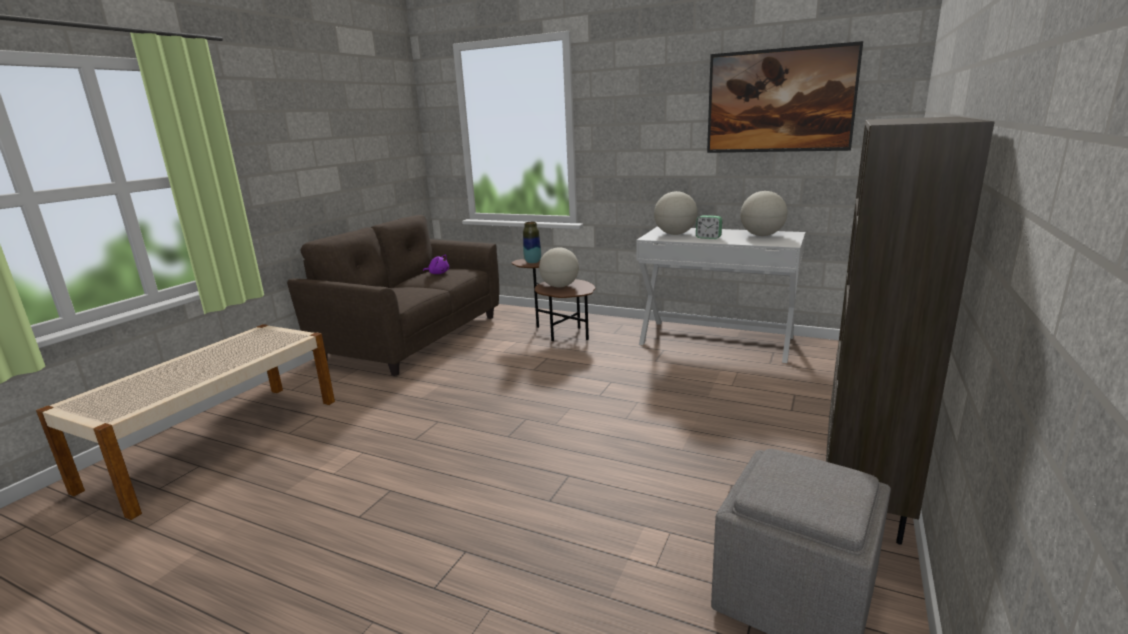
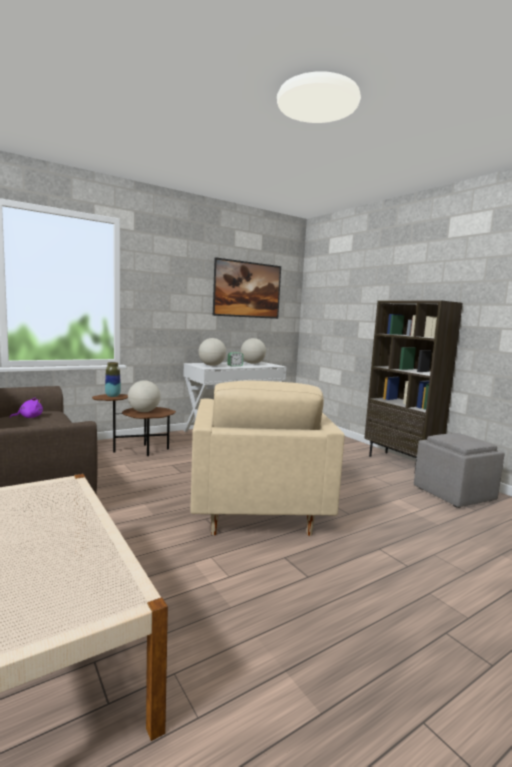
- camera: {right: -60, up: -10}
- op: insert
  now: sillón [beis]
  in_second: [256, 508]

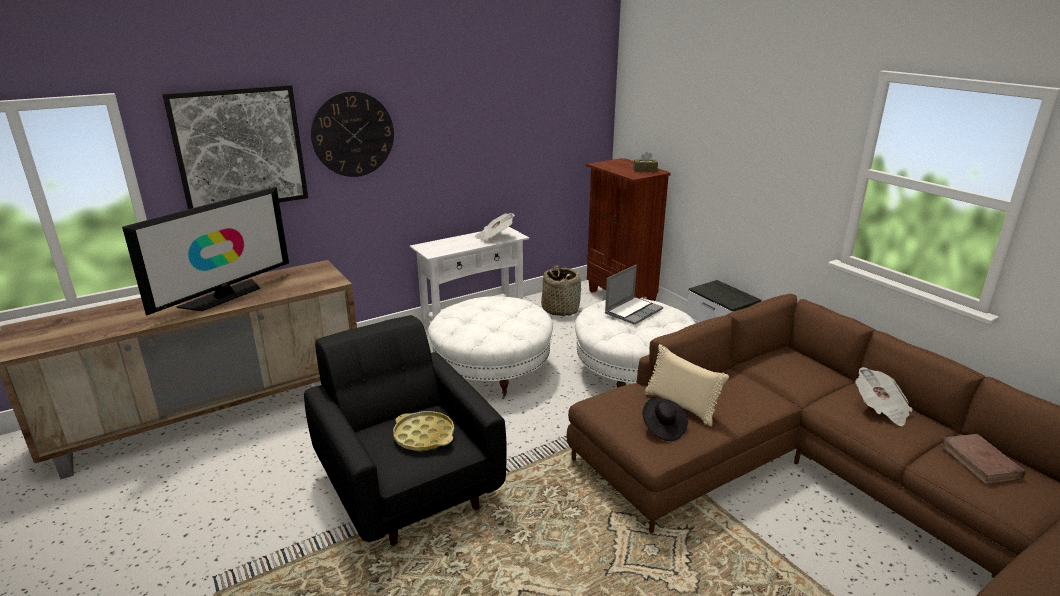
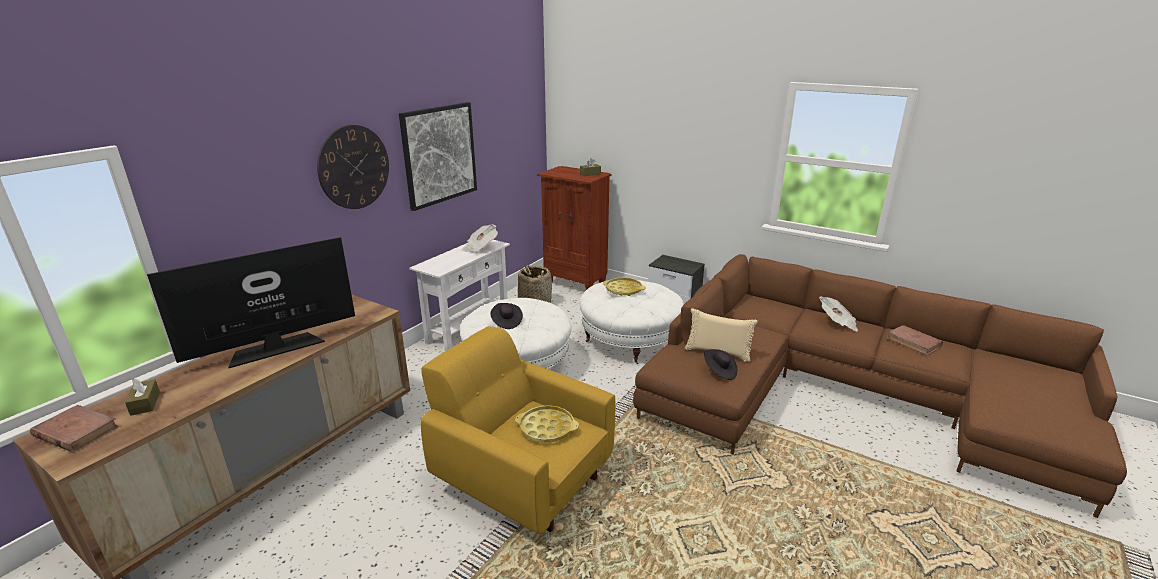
- camera: {right: -25, up: 0}
- op: insert
  now: libro [marrón]
  in_second: [76, 431]
- op: insert
  now: caja de pañuelos [marrón]
  in_second: [145, 403]
- op: rotate
  was: televisor
  in_first: [224, 296]
  in_second: [275, 348]
  clockwise: -135
- op: move
  was: cuadro
  in_first: [240, 149]
  in_second: [439, 154]
- op: recolor
  was: sillón [negro]
  now: sillón [amarillo]
  in_first: [408, 484]
  in_second: [522, 478]
- op: insert
  now: sombrero [negro]
  in_second: [506, 322]
- op: replace
  was: portátil
  now: bandeja [amarillo]
  in_first: [633, 311]
  in_second: [623, 290]

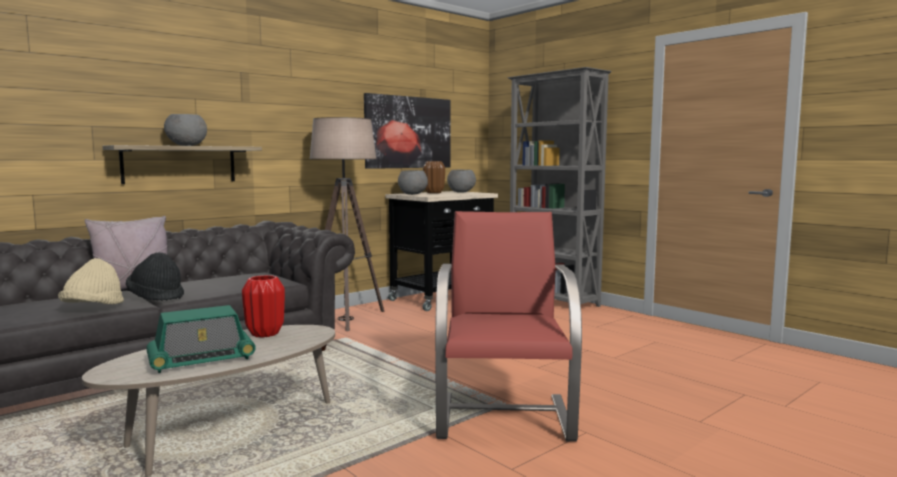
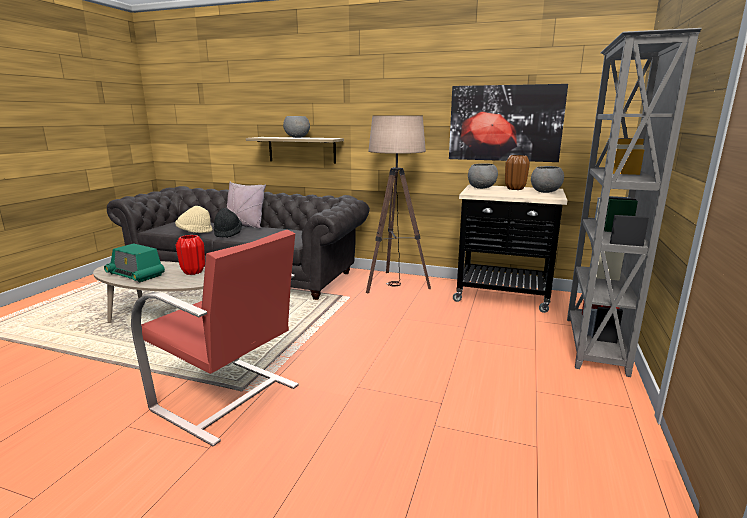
- camera: {right: 60, up: 10}
- op: rotate
  was: sillón [rojo]
  in_first: [503, 416]
  in_second: [228, 398]
  clockwise: 60

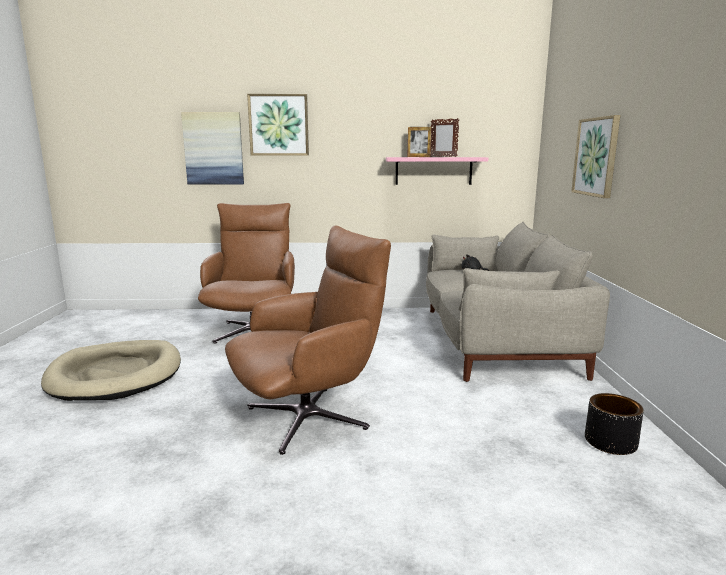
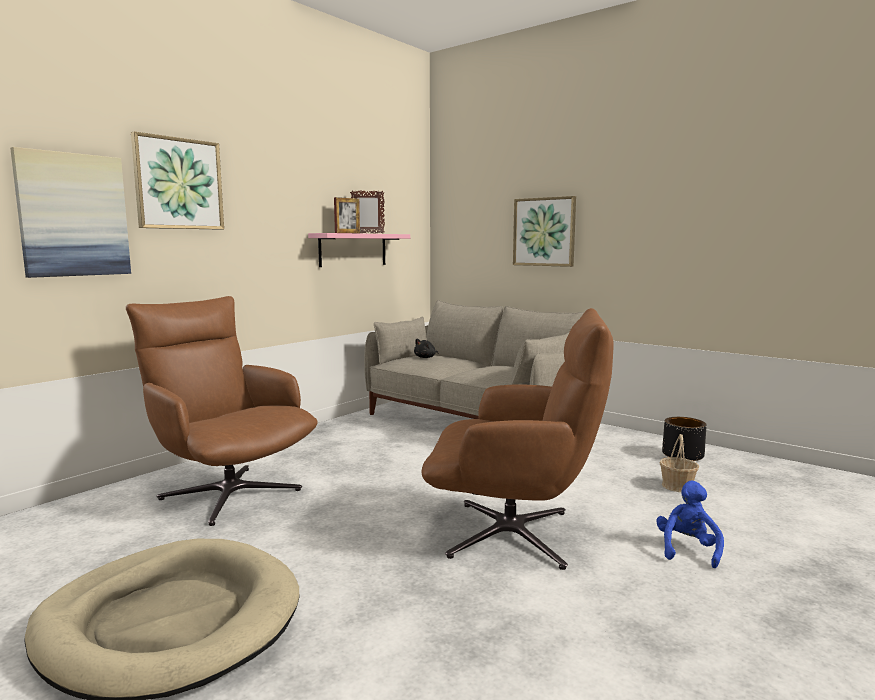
- camera: {right: -50, up: -5}
- op: rotate
  was: sillón [marrón]
  in_first: [307, 417]
  in_second: [511, 533]
  clockwise: 90
- op: insert
  now: peluche [azul]
  in_second: [687, 549]
- op: insert
  now: cesta
  in_second: [677, 486]

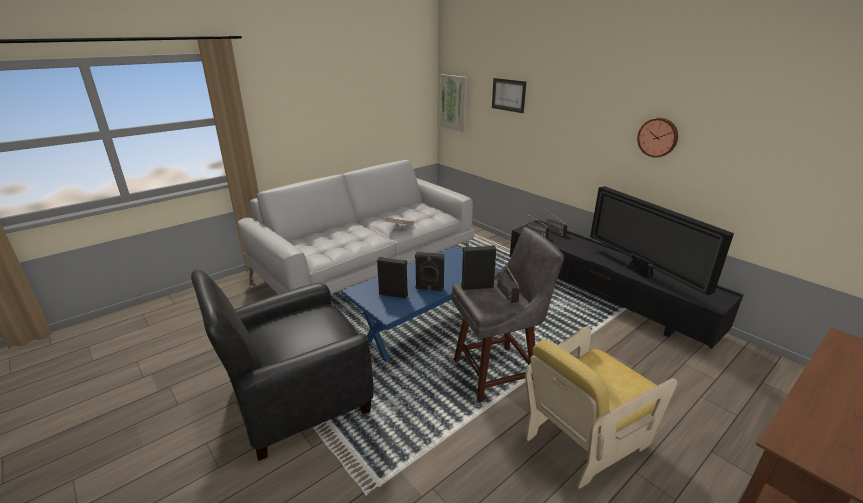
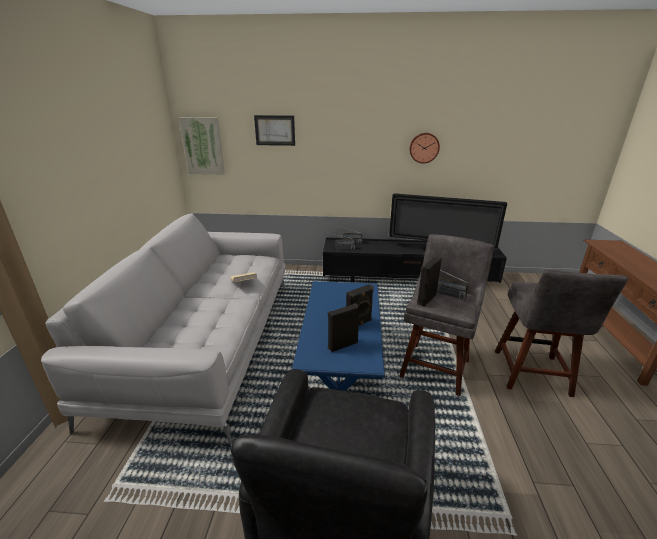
- camera: {right: -45, up: 0}
- op: replace
  was: sillón [amarillo]
  now: taburete [gris]
  in_first: [584, 439]
  in_second: [532, 374]

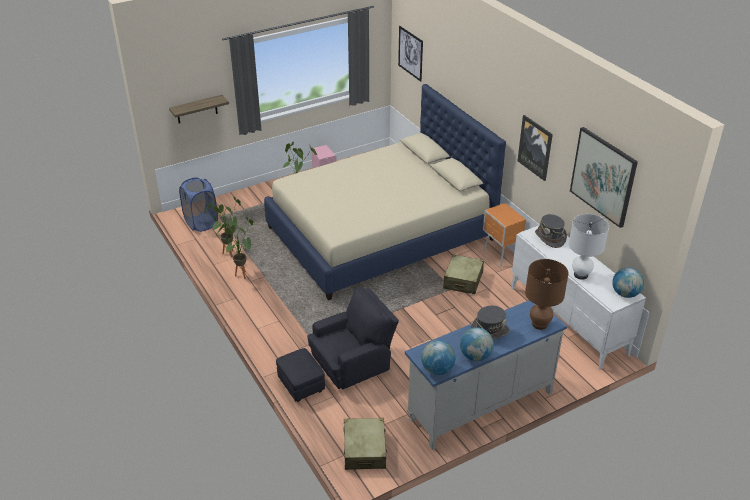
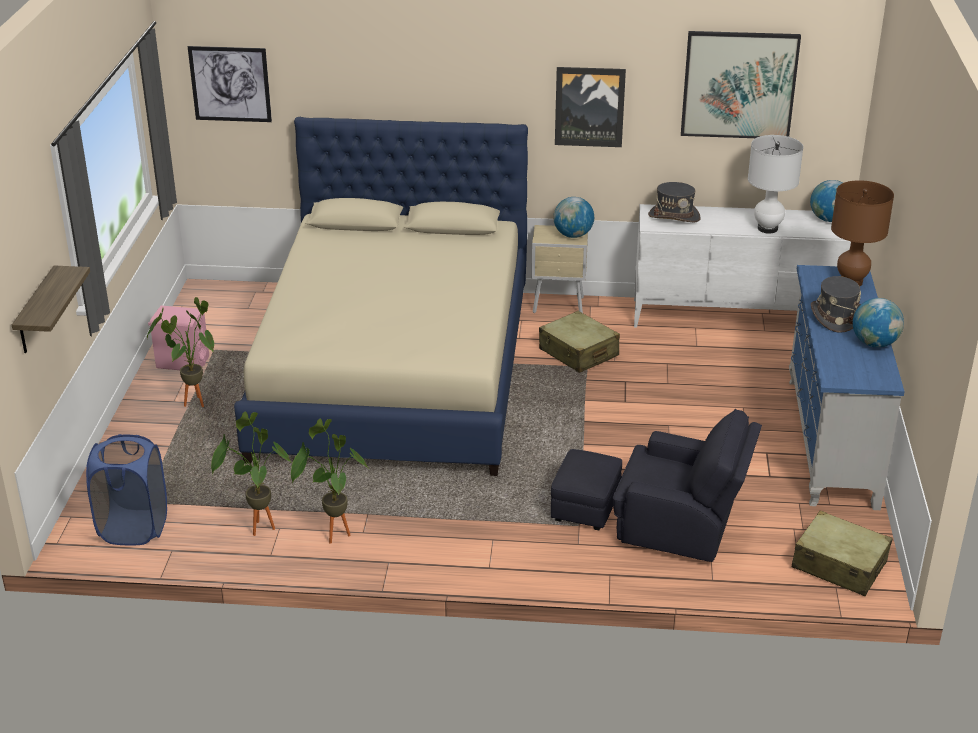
- camera: {right: -55, up: -5}
- op: recolor
  was: mesita de noche [naranja]
  now: mesita de noche [beis]
  in_first: [500, 255]
  in_second: [559, 306]
- op: rotate
  was: sillón [negro]
  in_first: [340, 368]
  in_second: [657, 523]
  clockwise: 105
- op: move
  was: globo terráqueo
  in_first: [437, 369]
  in_second: [573, 235]

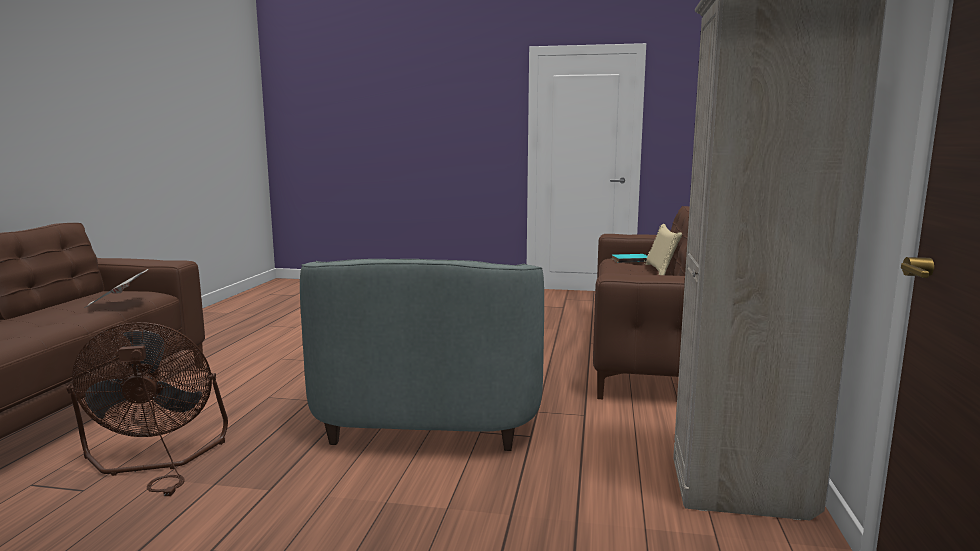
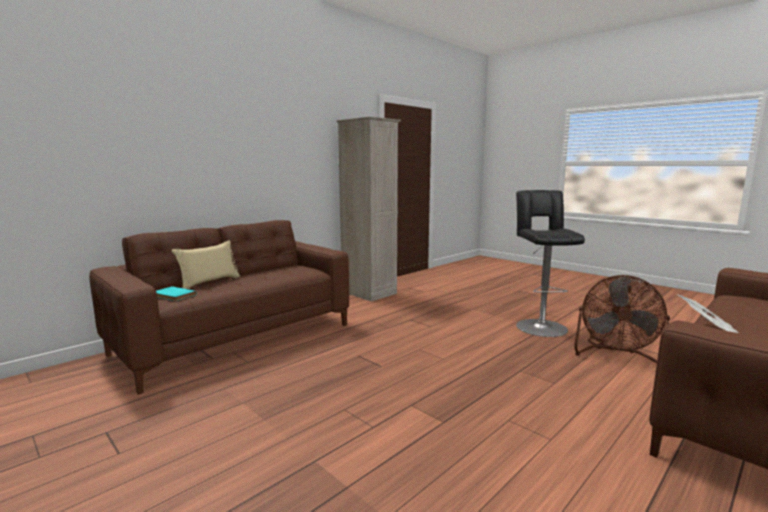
- camera: {right: -145, up: 0}
- op: insert
  now: taburete [negro]
  in_second: [539, 326]
- op: delete
  was: sillón [gris]
  in_first: [432, 412]

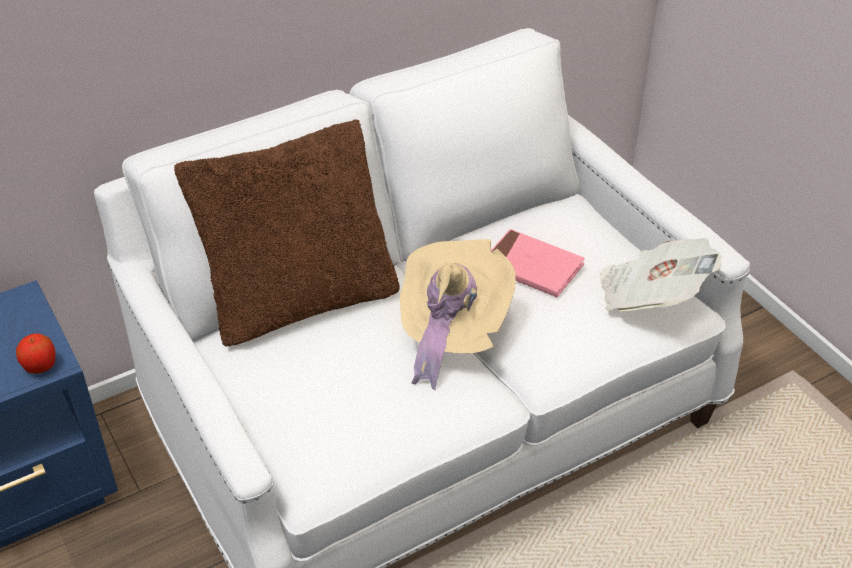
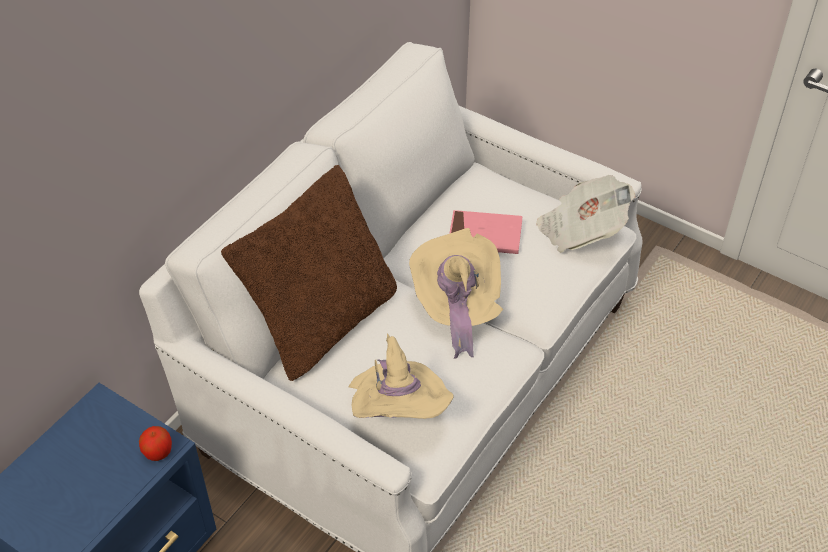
- camera: {right: -25, up: 5}
- op: insert
  now: sombrero [beis]
  in_second: [398, 412]

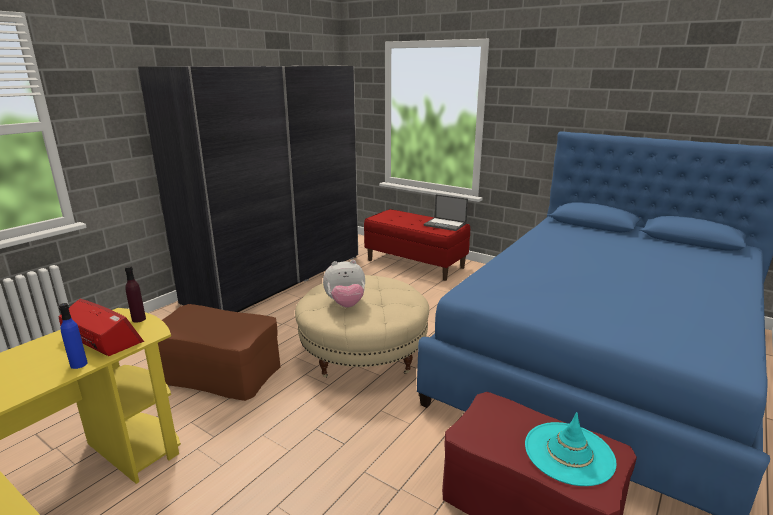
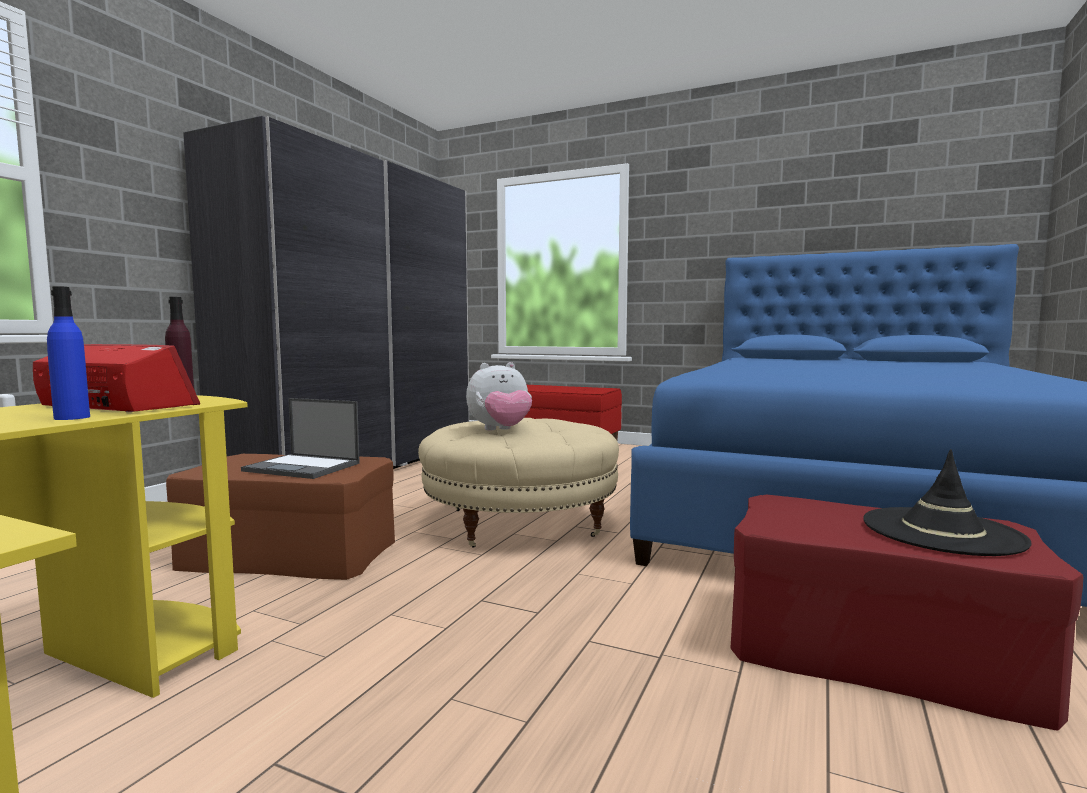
- camera: {right: -10, up: -15}
- op: move
  was: portátil
  in_first: [445, 224]
  in_second: [303, 467]
- op: recolor
  was: sombrero [turquesa]
  now: sombrero [negro]
  in_first: [569, 453]
  in_second: [941, 532]

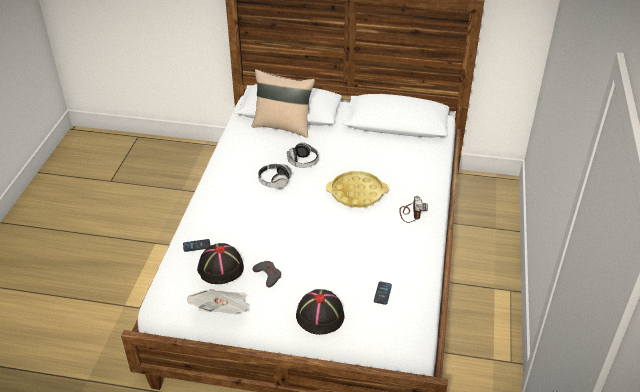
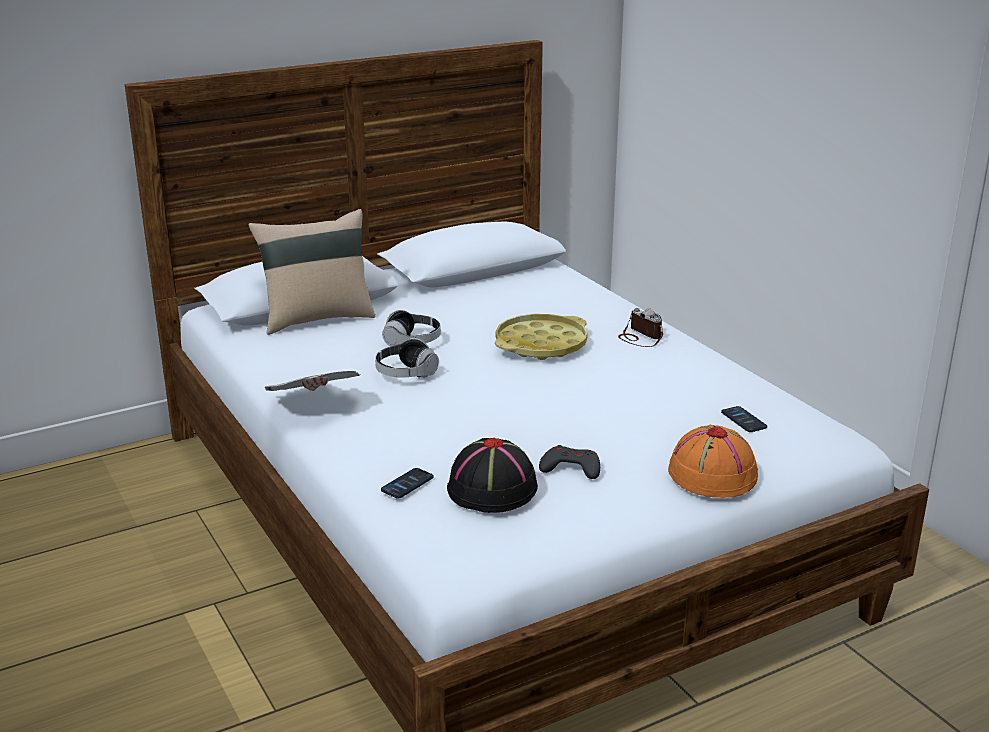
- camera: {right: -40, up: -15}
- op: move
  was: periódico
  in_first: [222, 311]
  in_second: [313, 405]
- op: recolor
  was: sombrero [negro]
  now: sombrero [naranja]
  in_first: [320, 315]
  in_second: [711, 474]

